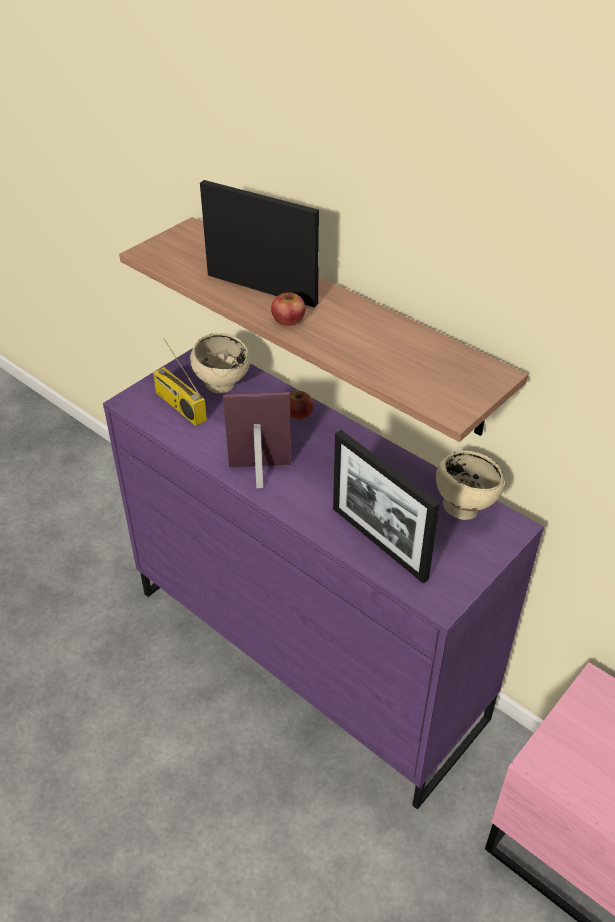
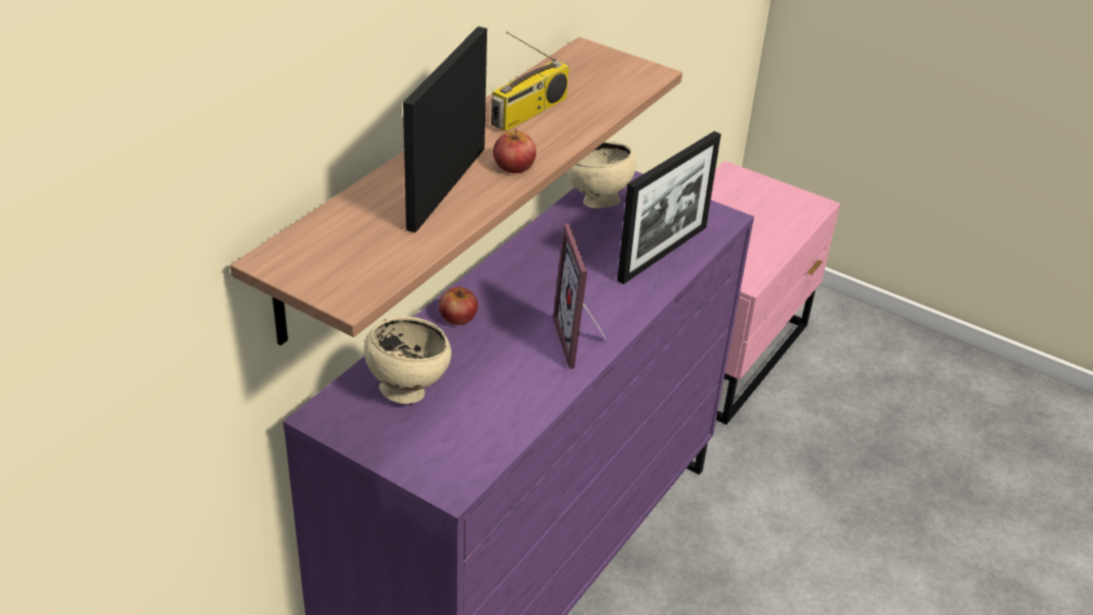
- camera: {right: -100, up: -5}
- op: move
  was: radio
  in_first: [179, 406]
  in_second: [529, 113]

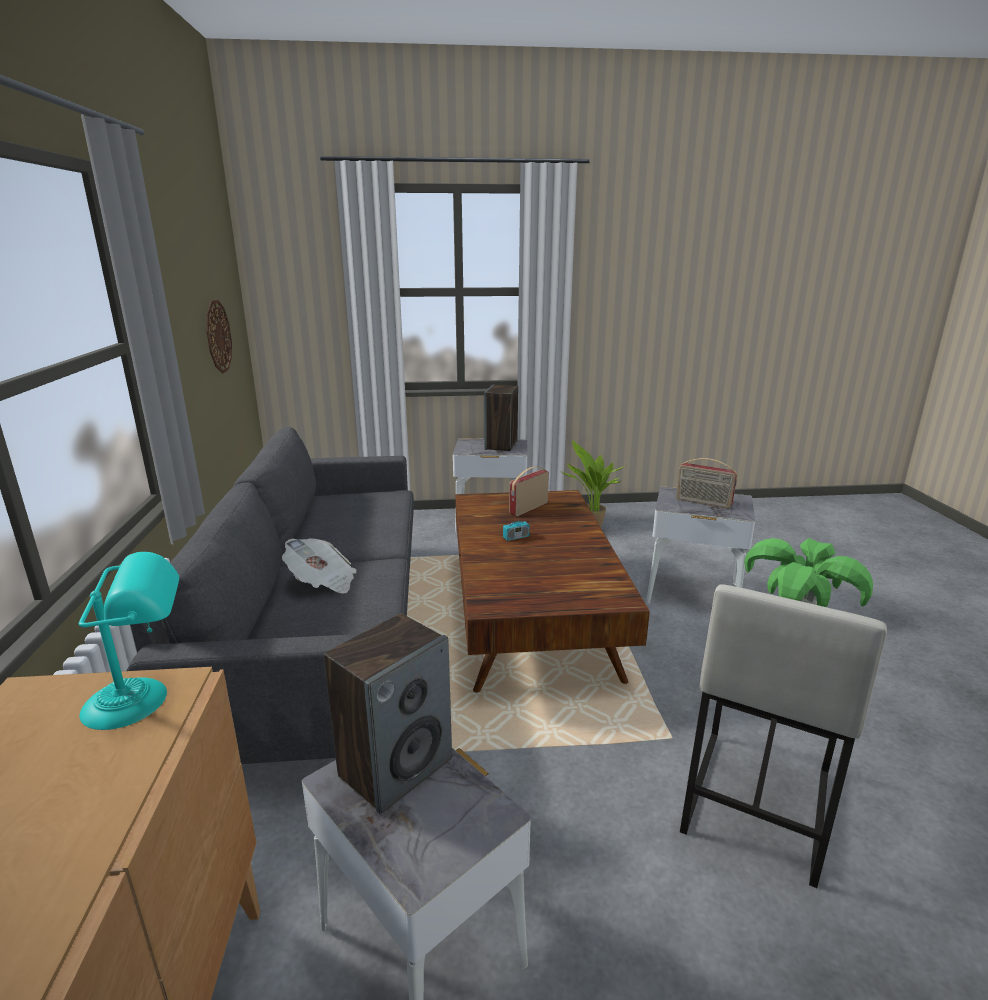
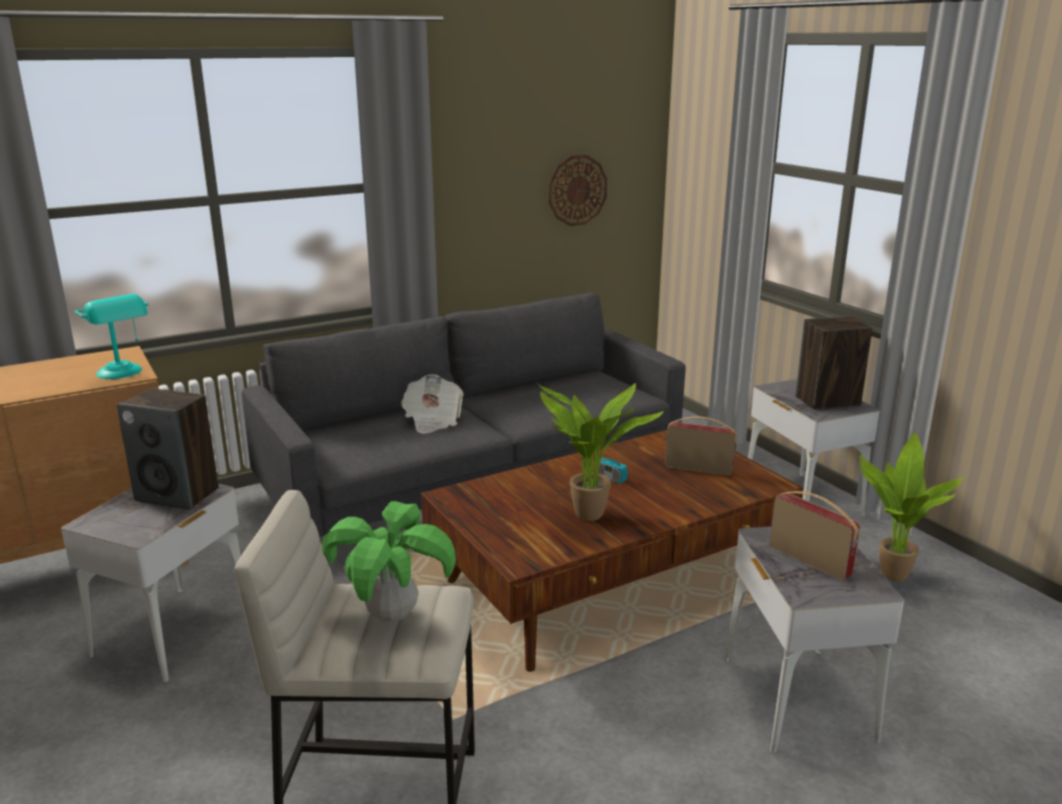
- camera: {right: 65, up: 0}
- op: insert
  now: planta en maceta
  in_second: [589, 518]
- op: rotate
  was: radio
  in_first: [703, 503]
  in_second: [810, 561]
  clockwise: 135

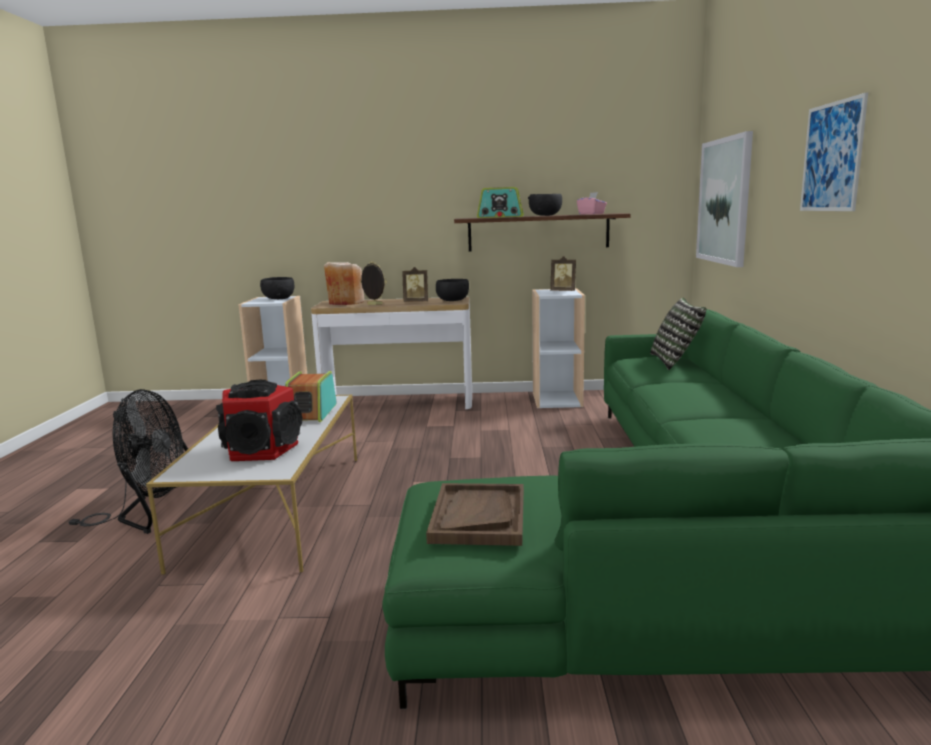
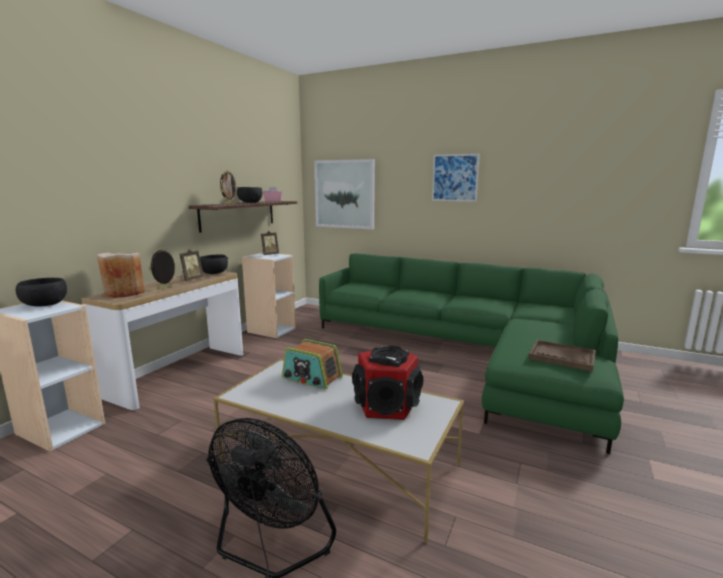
- camera: {right: -65, up: 0}
- op: replace
  was: radio
  now: portarretratos
  in_first: [500, 217]
  in_second: [229, 204]
- op: delete
  was: cojín
  in_first: [675, 361]

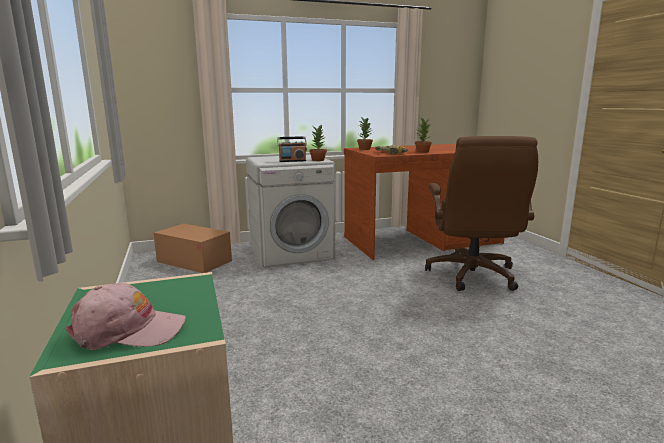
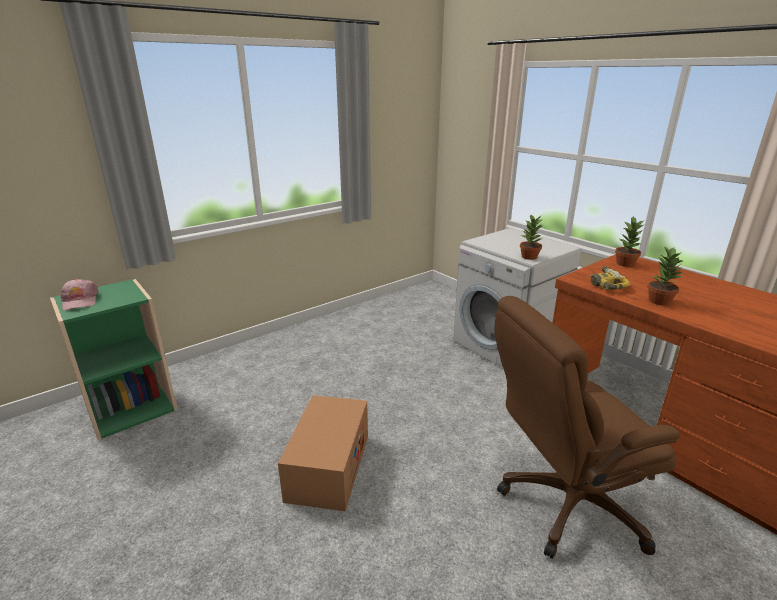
- camera: {right: 70, up: 10}
- op: move
  was: caja de cartón
  in_first: [194, 261]
  in_second: [328, 466]
- op: delete
  was: radio
  in_first: [292, 161]

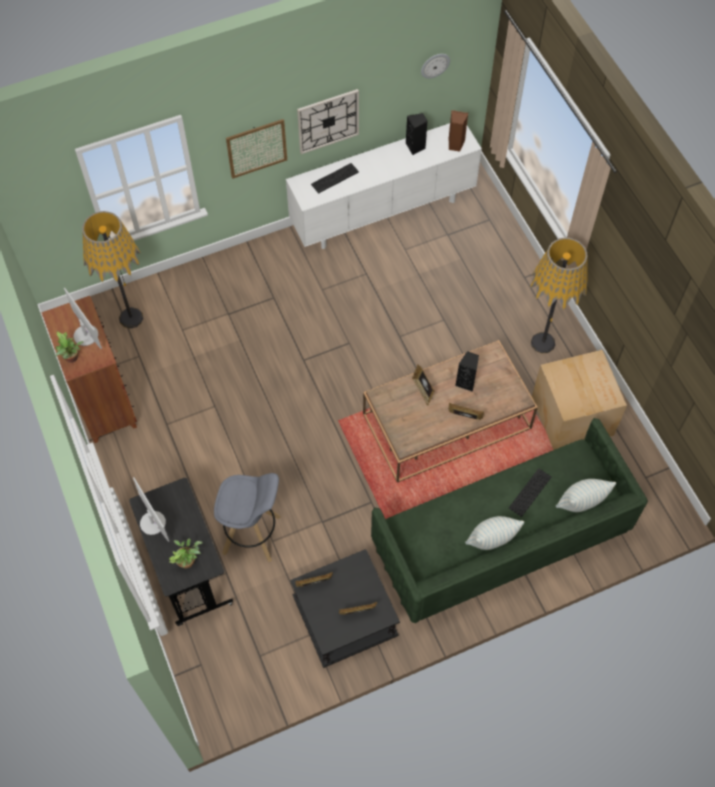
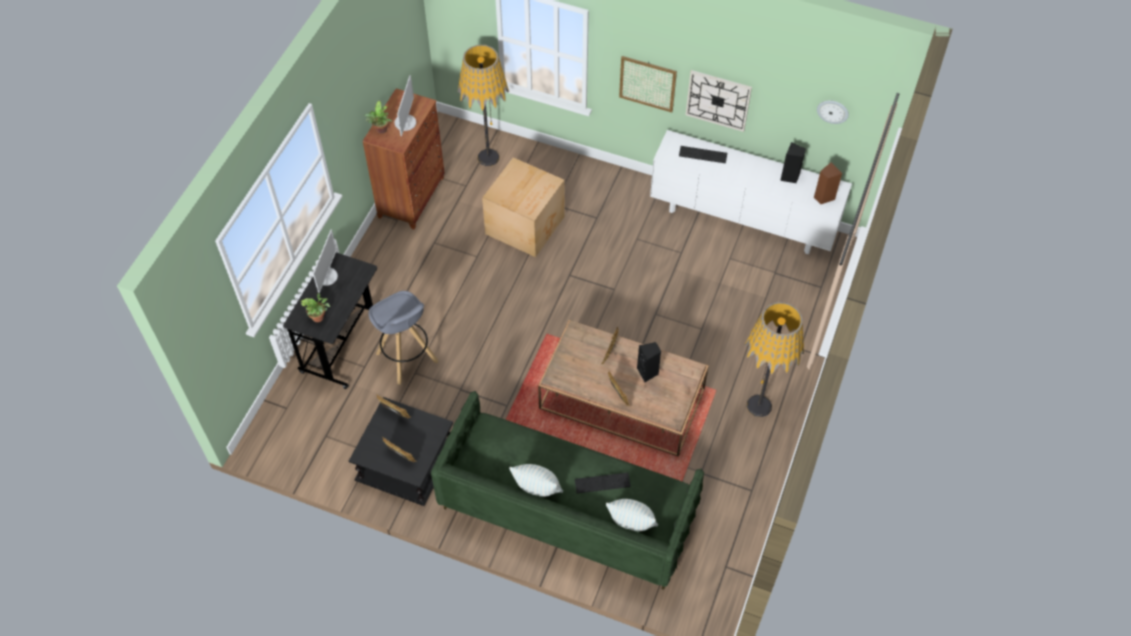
- camera: {right: 45, up: -5}
- op: move
  was: caja de cartón
  in_first: [573, 414]
  in_second: [526, 225]

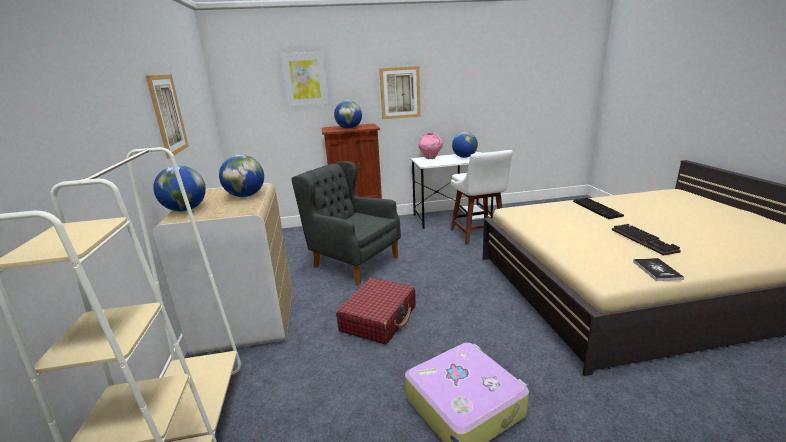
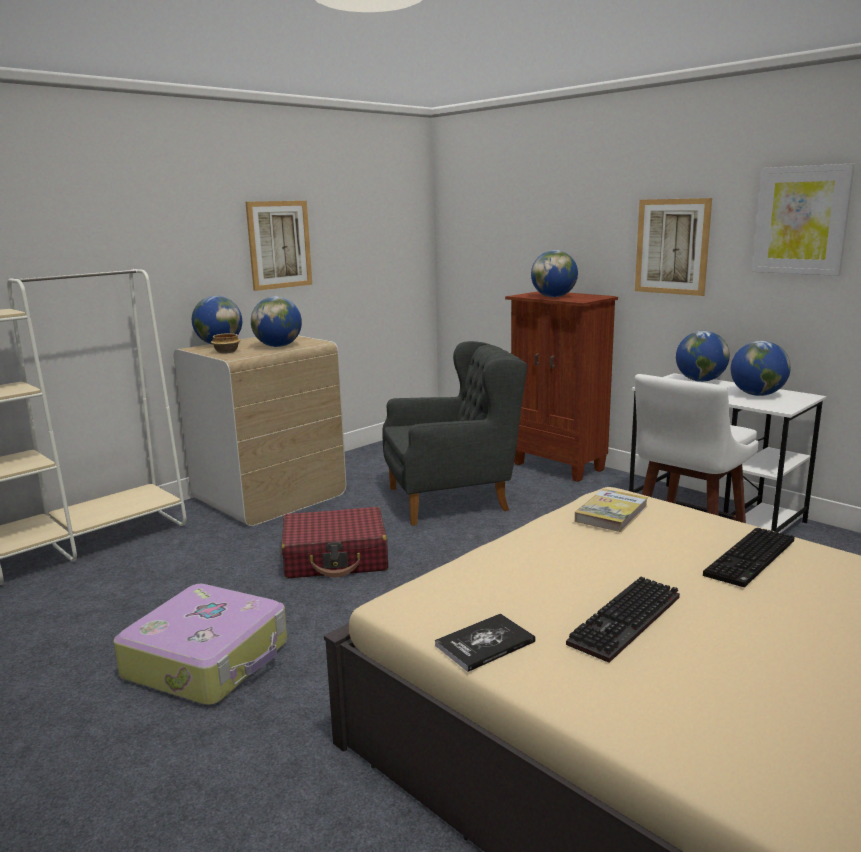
- camera: {right: 55, up: -5}
- op: insert
  now: cuenco
  in_second: [227, 352]
- op: rotate
  was: sillón [gris]
  in_first: [353, 262]
  in_second: [451, 499]
  clockwise: 75
- op: insert
  now: libro
  in_second: [611, 513]
- op: replace
  was: florero [rosa]
  now: globo terráqueo
  in_first: [430, 158]
  in_second: [700, 381]
- op: move
  was: cuadro
  in_first: [305, 79]
  in_second: [801, 220]

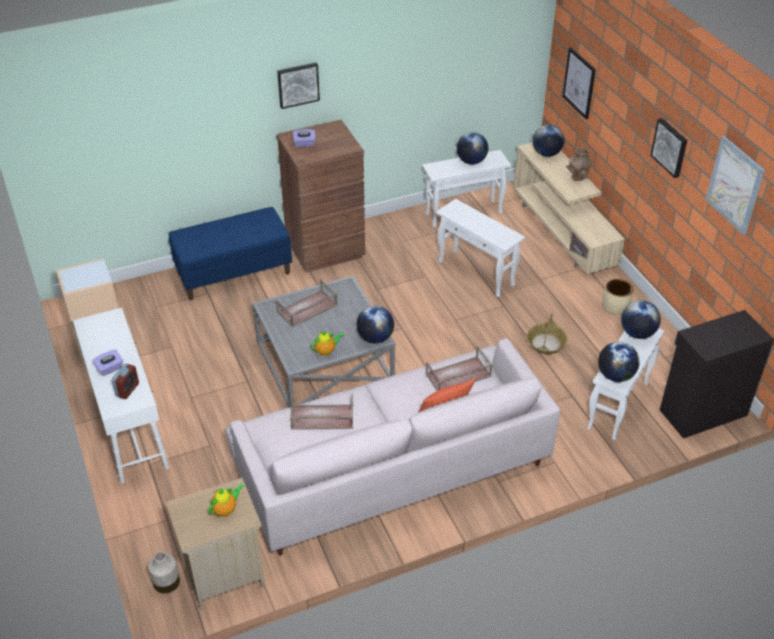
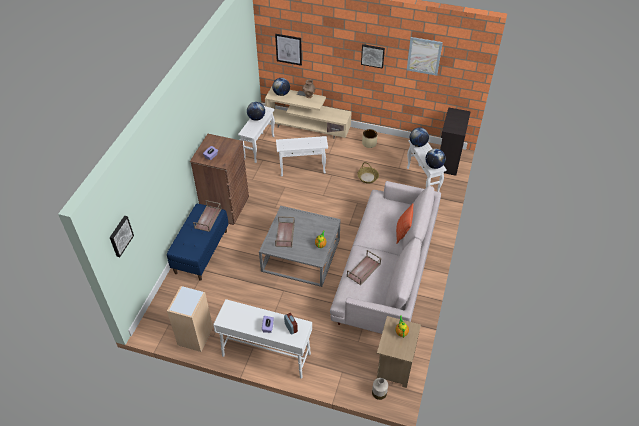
- camera: {right: -50, up: 5}
- op: move
  was: cuadro
  in_first: [298, 84]
  in_second: [120, 236]
- op: move
  was: bandeja [marrón]
  in_first: [458, 375]
  in_second: [208, 219]
- op: delete
  was: globo terráqueo
  in_first: [375, 338]

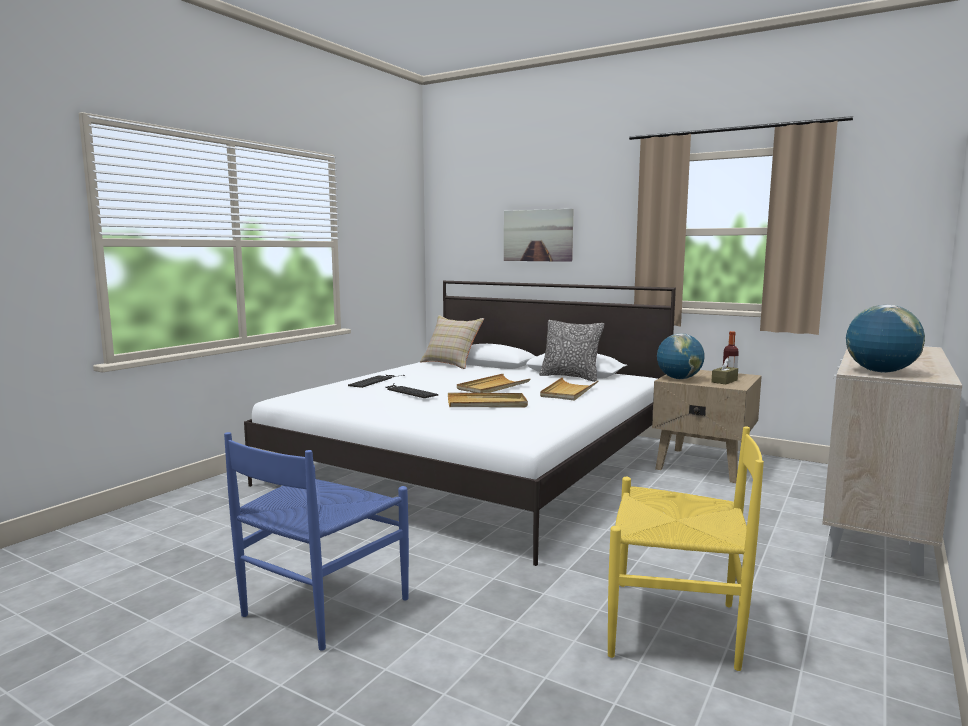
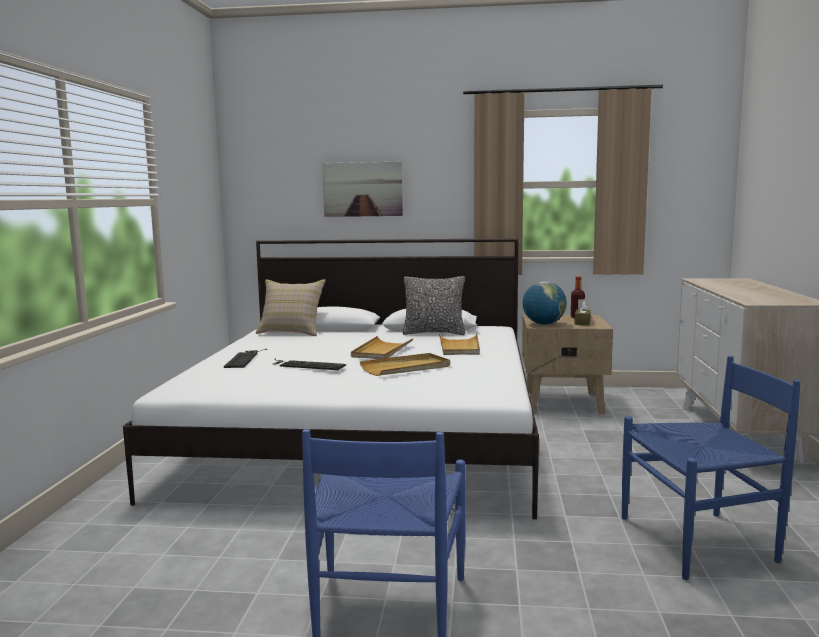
- camera: {right: -25, up: 0}
- op: recolor
  was: silla [amarillo]
  now: silla [azul]
  in_first: [675, 627]
  in_second: [700, 542]
- op: delete
  was: globo terráqueo
  in_first: [880, 372]

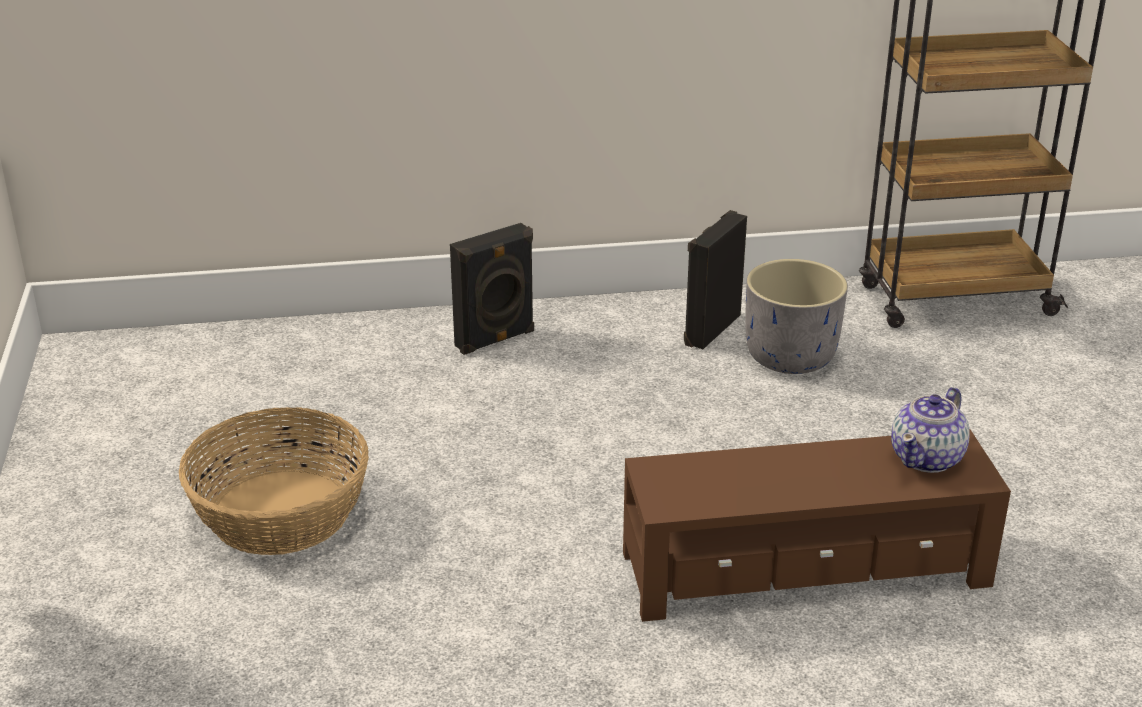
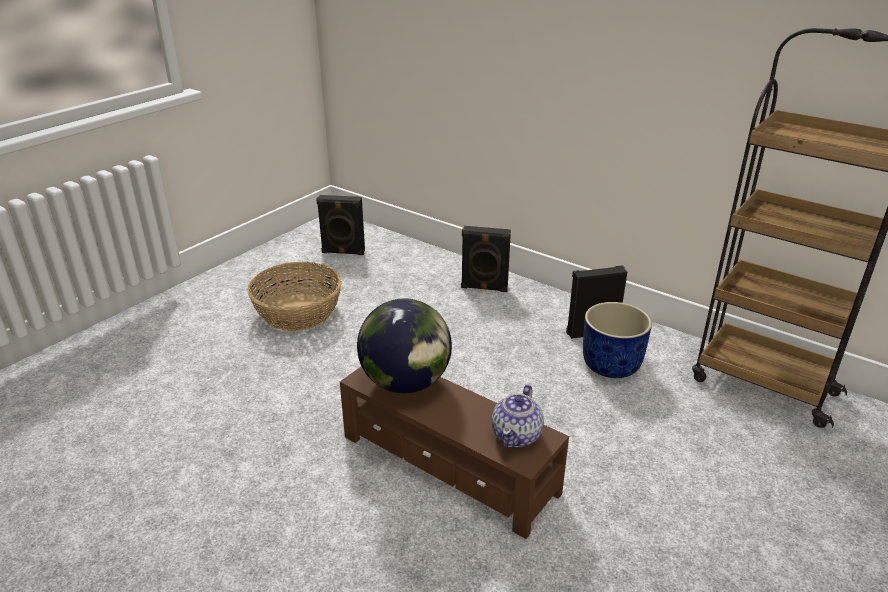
- camera: {right: 45, up: 0}
- op: insert
  now: altavoz [negro]
  in_second: [343, 252]
- op: insert
  now: globo terráqueo
  in_second: [406, 383]
- op: rotate
  was: tetera
  in_first: [928, 458]
  in_second: [517, 435]
  clockwise: -60
- op: recolor
  was: maceta [gris]
  now: maceta [azul]
  in_first: [791, 357]
  in_second: [612, 365]

